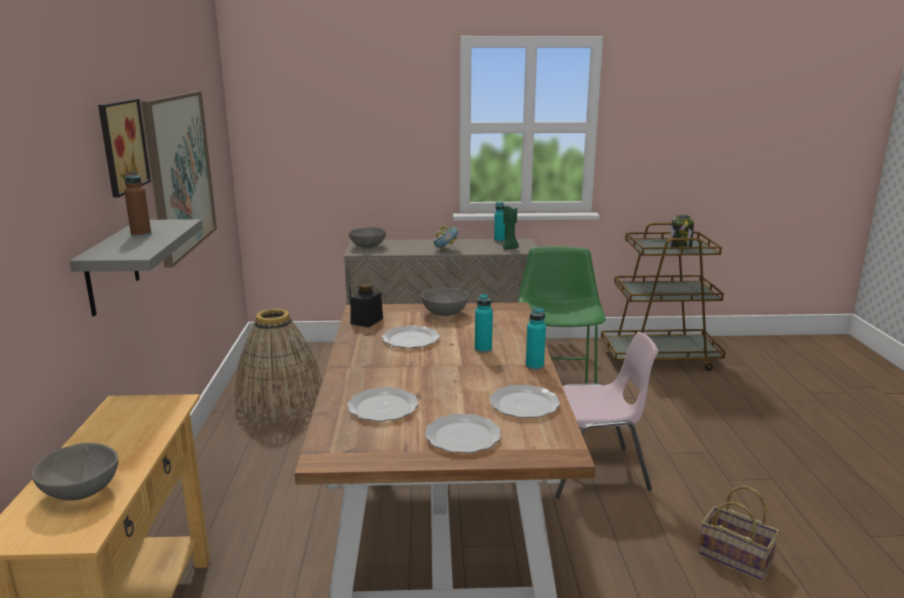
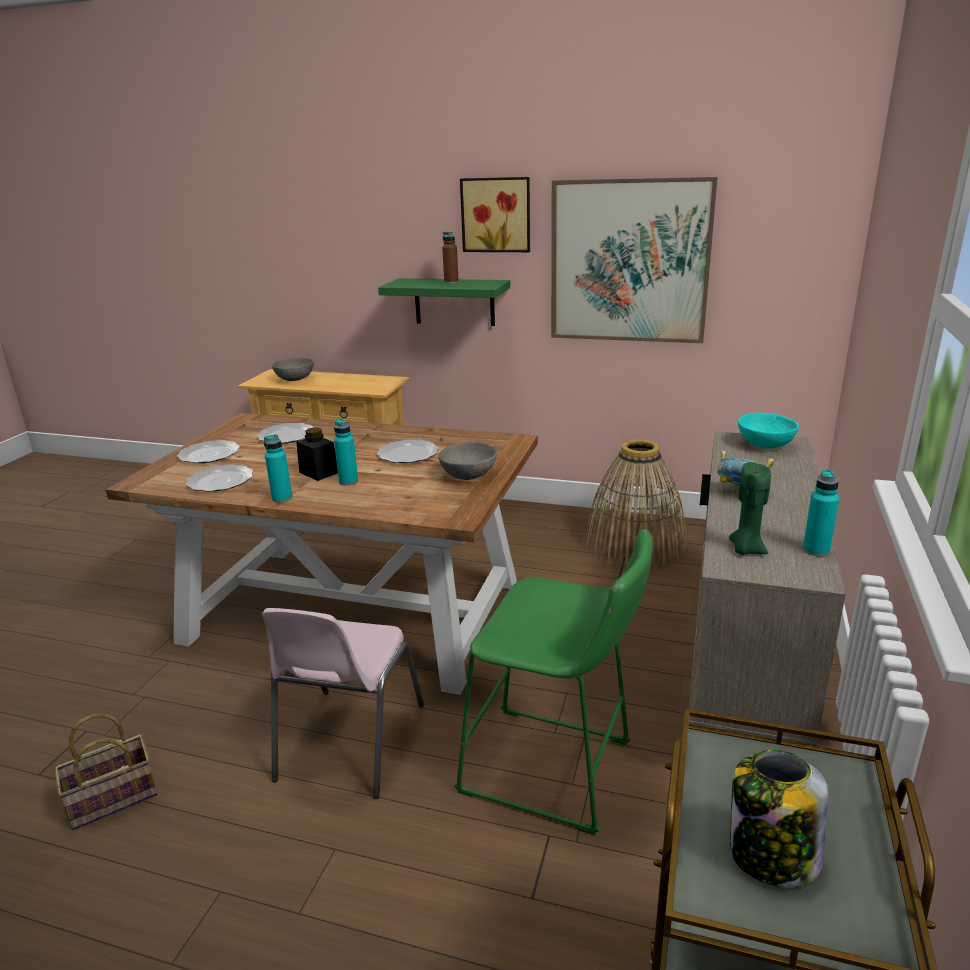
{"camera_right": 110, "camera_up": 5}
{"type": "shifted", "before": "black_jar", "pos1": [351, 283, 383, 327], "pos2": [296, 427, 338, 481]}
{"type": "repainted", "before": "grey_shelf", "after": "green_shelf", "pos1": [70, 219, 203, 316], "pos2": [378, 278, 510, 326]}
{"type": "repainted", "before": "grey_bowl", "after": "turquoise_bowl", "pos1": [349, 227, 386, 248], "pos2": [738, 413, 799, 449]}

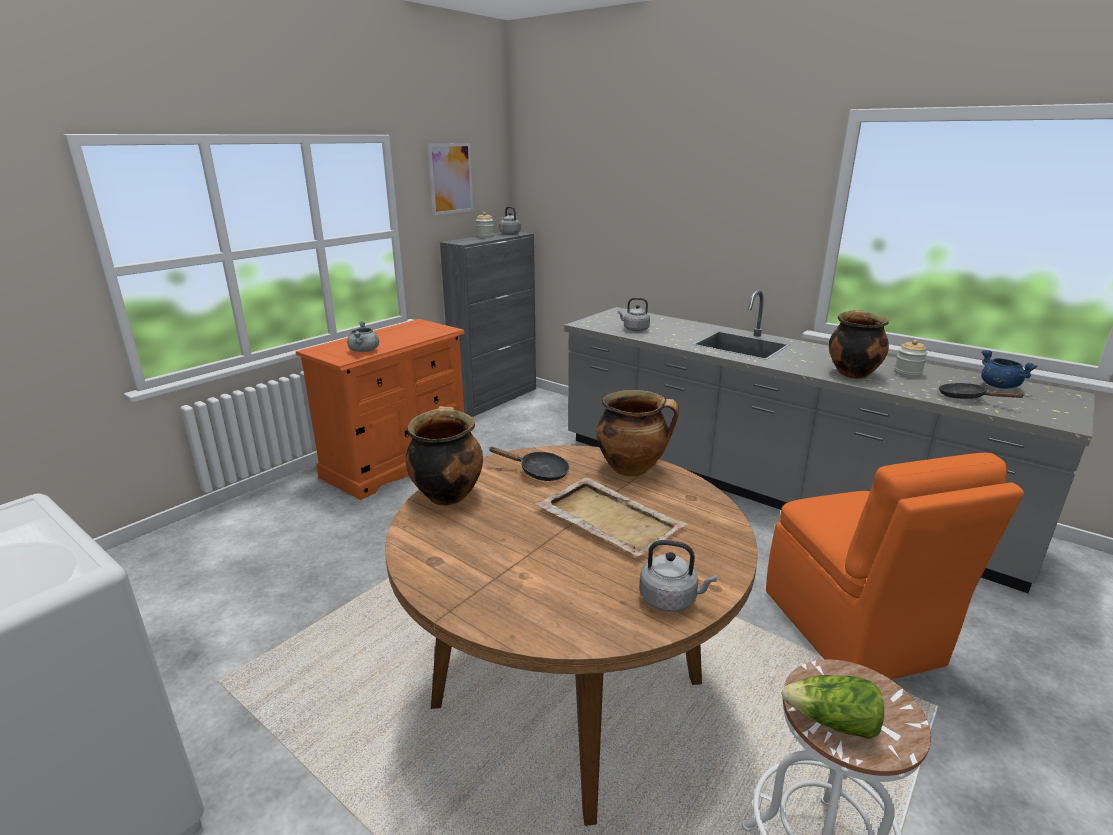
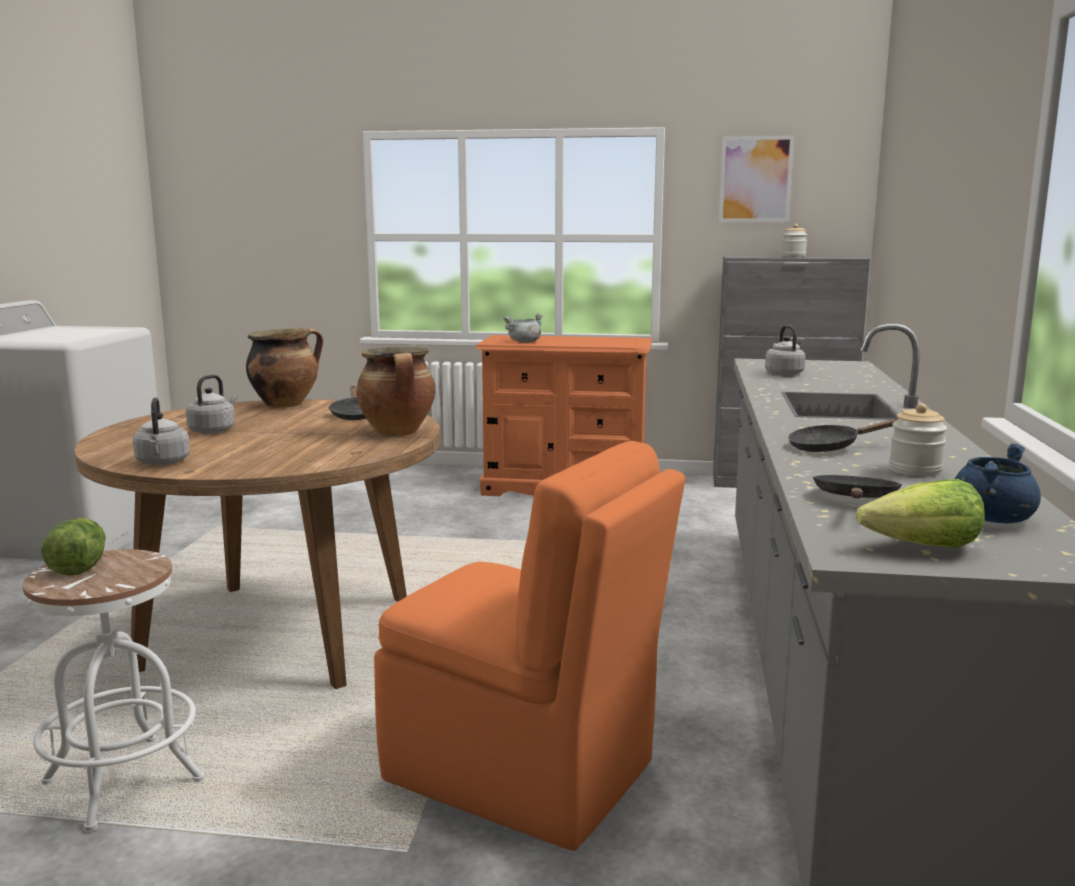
{"camera_right": 60, "camera_up": -10}
{"type": "shifted", "before": "grey_kettle", "pos1": [499, 206, 521, 235], "pos2": [186, 375, 237, 434]}
{"type": "rotated", "before": "orange_chair", "pos1": [766, 453, 1024, 679], "pos2": [374, 441, 686, 851], "turn": -105}
{"type": "swapped", "before": "cooking_pot", "after": "black_frying_pan", "pos1": [829, 310, 889, 379], "pos2": [788, 419, 898, 452]}
{"type": "new", "after": "lettuce", "pos2": [856, 479, 984, 548]}
{"type": "gone", "before": "beige_tray", "pos1": [535, 477, 687, 556]}

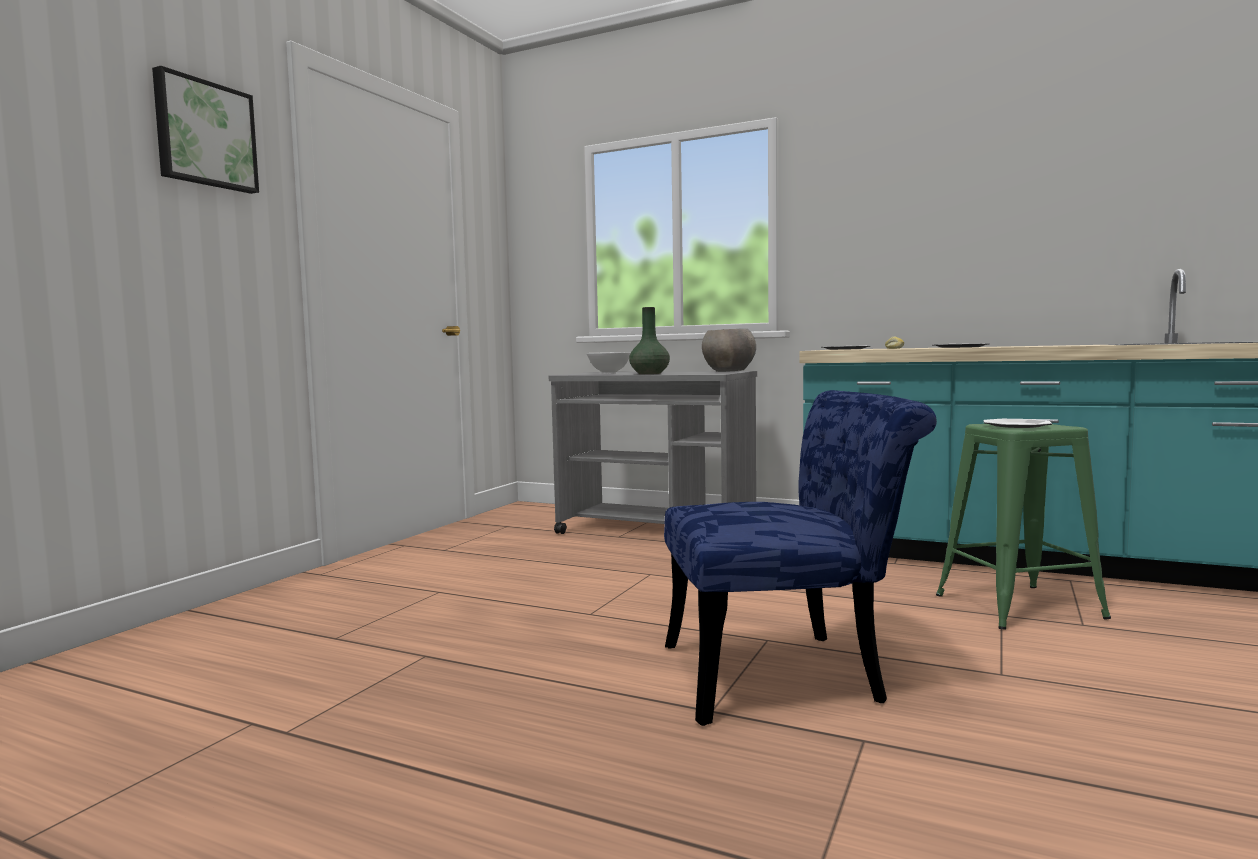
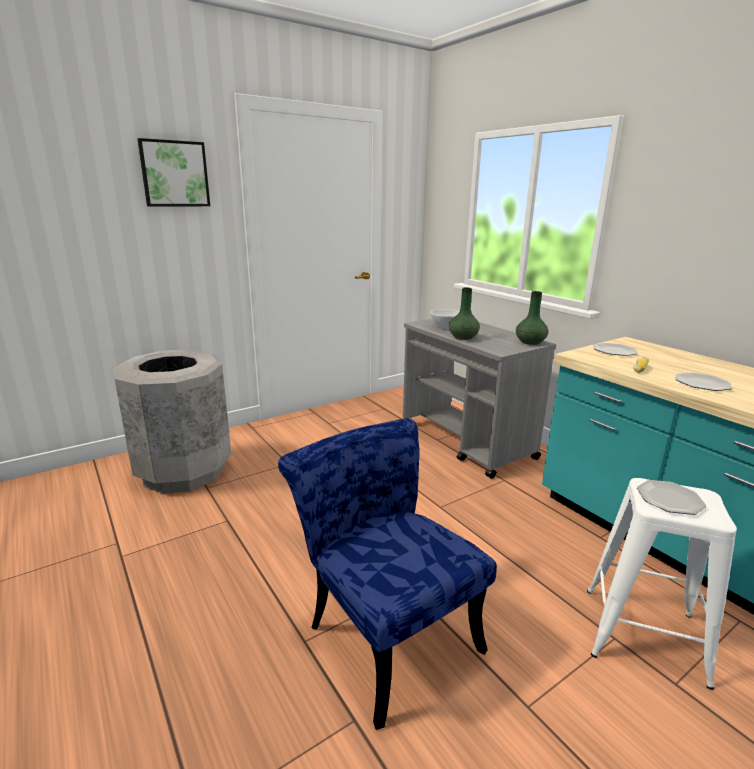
{"camera_right": 30, "camera_up": 15}
{"type": "new", "after": "grey_trash_can", "pos2": [113, 350, 231, 494]}
{"type": "rotated", "before": "blue_chair", "pos1": [664, 390, 937, 726], "pos2": [278, 419, 497, 730], "turn": -150}
{"type": "swapped", "before": "grey_bowl", "after": "green_vase", "pos1": [702, 329, 756, 372], "pos2": [516, 291, 548, 345]}
{"type": "repainted", "before": "green_stool", "after": "white_stool", "pos1": [936, 424, 1111, 630], "pos2": [587, 478, 737, 690]}

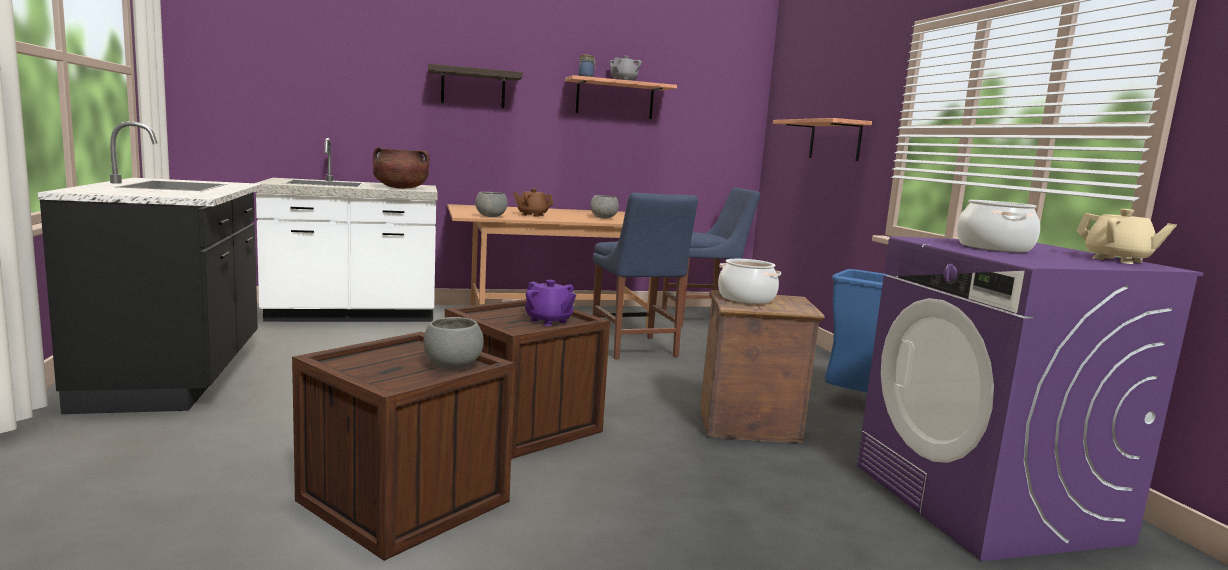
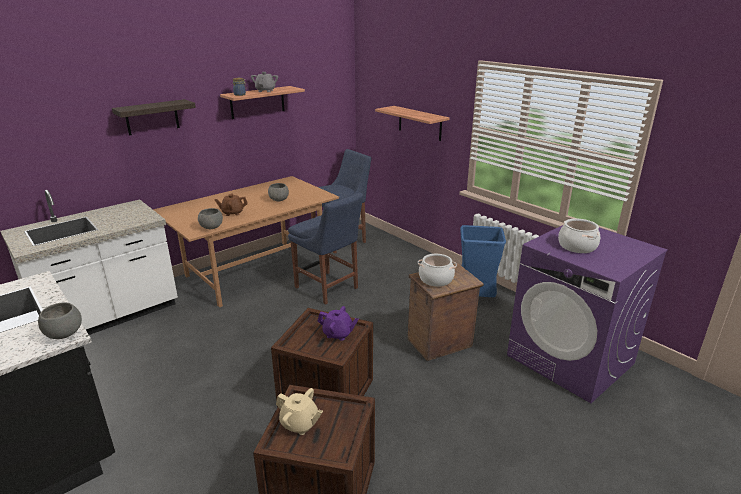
{"camera_right": -25, "camera_up": 15}
{"type": "shifted", "before": "grey_bowl", "pos1": [423, 317, 484, 369], "pos2": [38, 302, 82, 339]}
{"type": "shifted", "before": "beige_teapot", "pos1": [1076, 209, 1177, 264], "pos2": [276, 388, 323, 435]}
{"type": "gone", "before": "brown_cooking_pot", "pos1": [373, 147, 429, 189]}

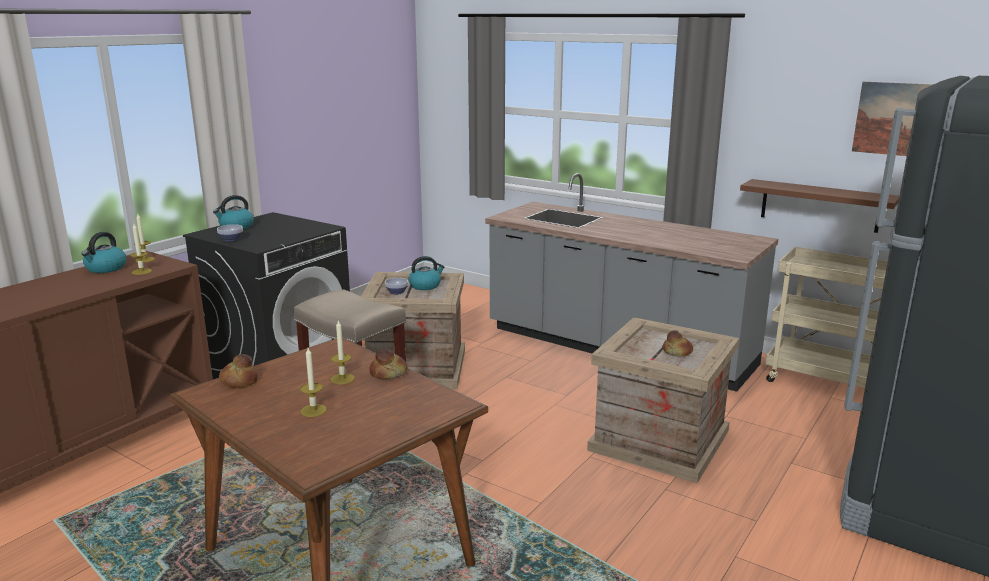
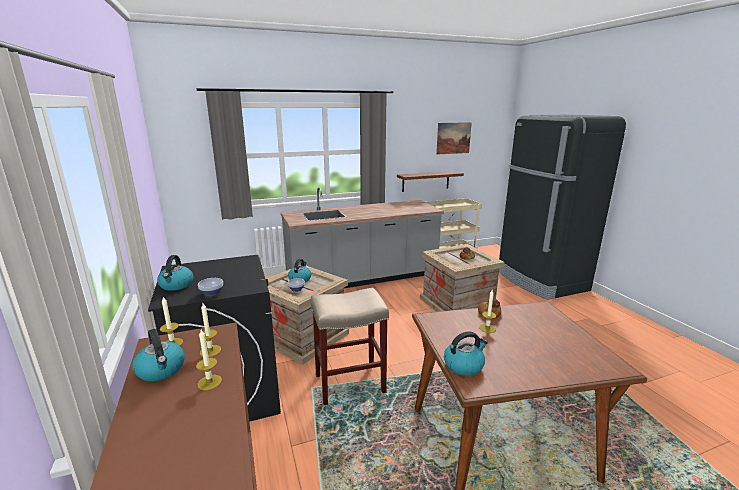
{"camera_right": -55, "camera_up": 0}
{"type": "shifted", "before": "candle", "pos1": [300, 348, 327, 417], "pos2": [196, 330, 222, 390]}
{"type": "swapped", "before": "bread", "after": "kettle", "pos1": [219, 354, 258, 388], "pos2": [444, 331, 488, 376]}

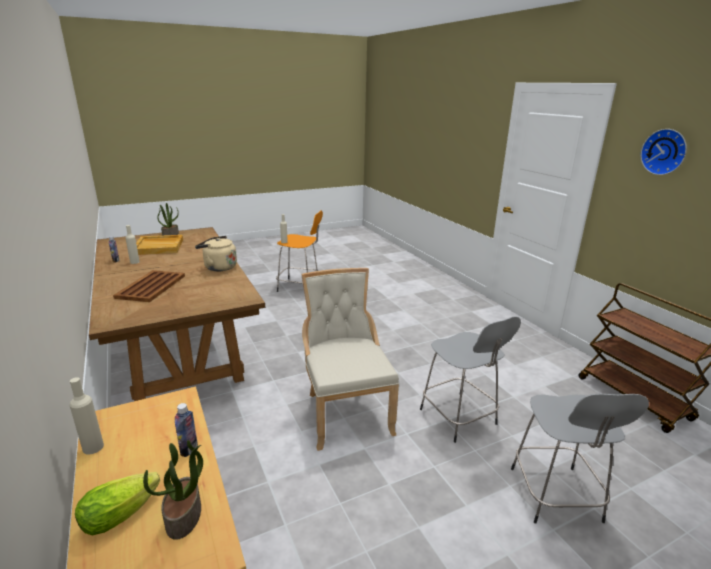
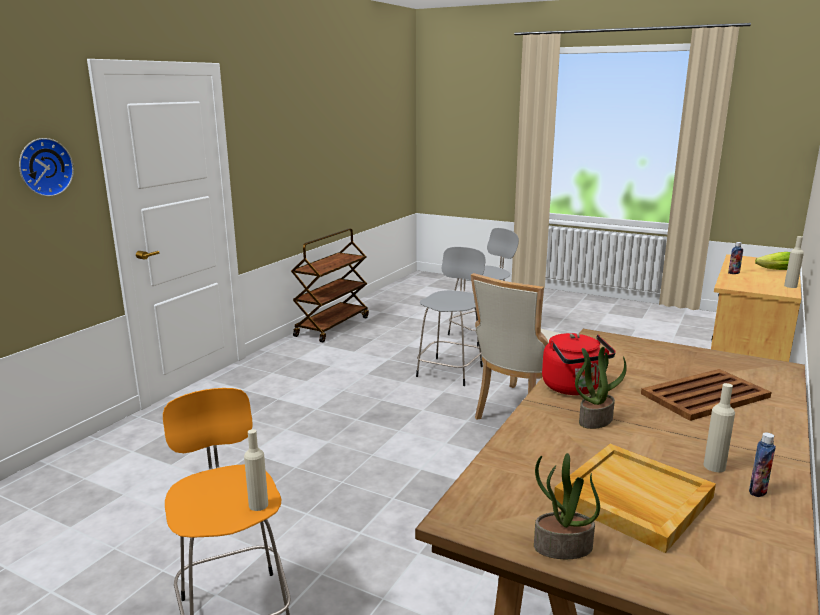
{"camera_right": -125, "camera_up": -5}
{"type": "shifted", "before": "wall_clock", "pos1": [641, 129, 687, 175], "pos2": [19, 138, 74, 197]}
{"type": "repainted", "before": "beige_kettle", "after": "red_kettle", "pos1": [195, 236, 237, 271], "pos2": [542, 333, 616, 395]}
{"type": "shifted", "before": "potted_plant", "pos1": [143, 440, 203, 540], "pos2": [575, 347, 627, 429]}

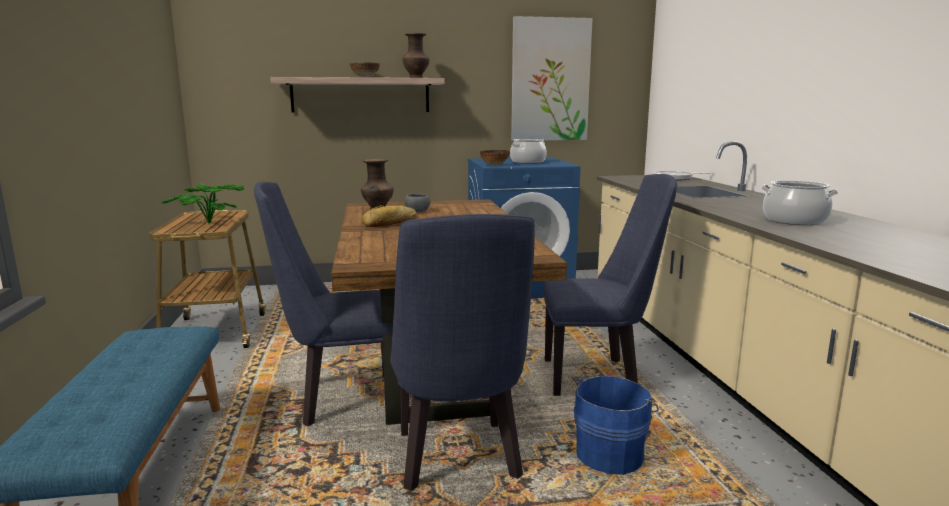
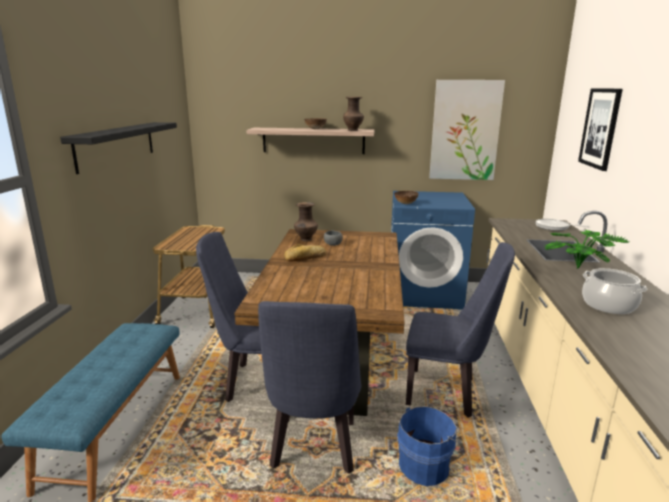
{"camera_right": 15, "camera_up": 5}
{"type": "new", "after": "black_shelf", "pos2": [60, 122, 177, 174]}
{"type": "shifted", "before": "potted_plant", "pos1": [161, 183, 244, 223], "pos2": [545, 230, 629, 268]}
{"type": "new", "after": "picture", "pos2": [578, 88, 623, 171]}
{"type": "gone", "before": "cooking_pot", "pos1": [510, 139, 547, 164]}

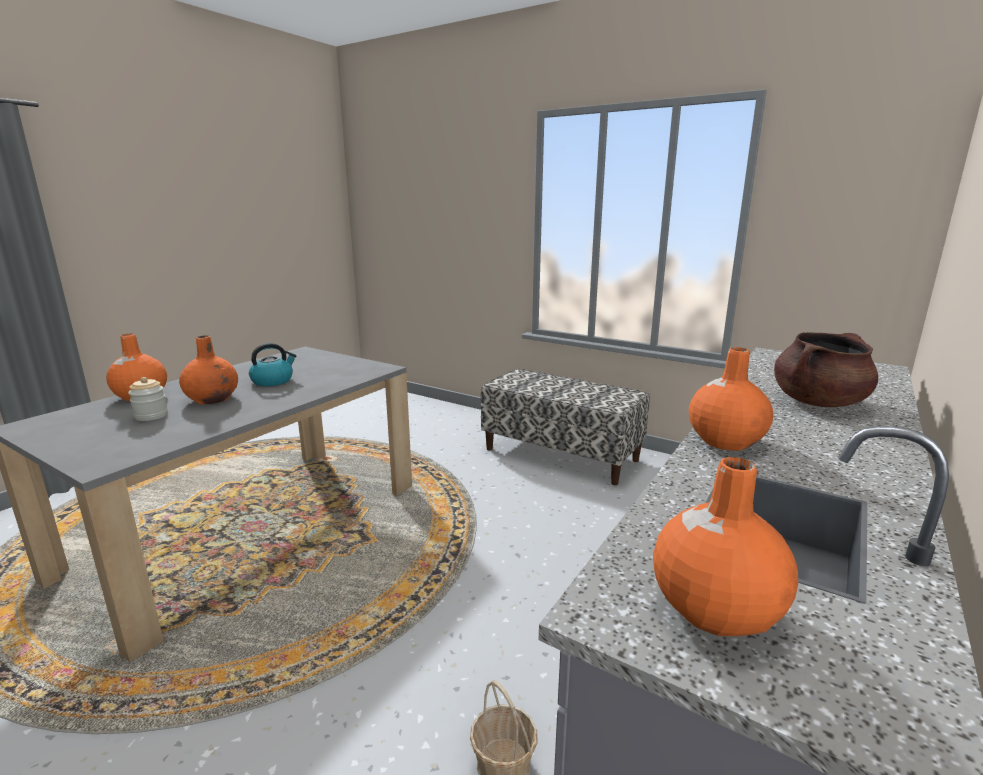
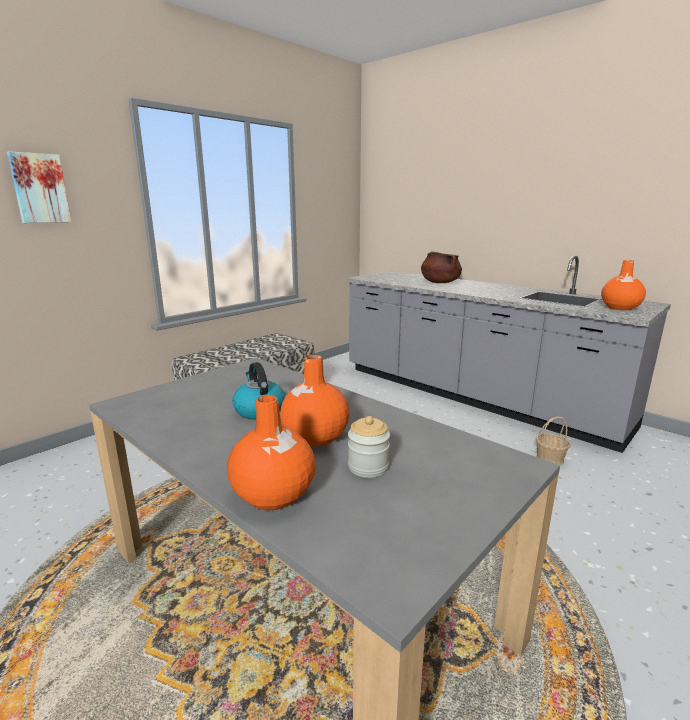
{"camera_right": -80, "camera_up": 0}
{"type": "new", "after": "picture", "pos2": [7, 151, 72, 223]}
{"type": "gone", "before": "orange_vase", "pos1": [689, 347, 773, 451]}

